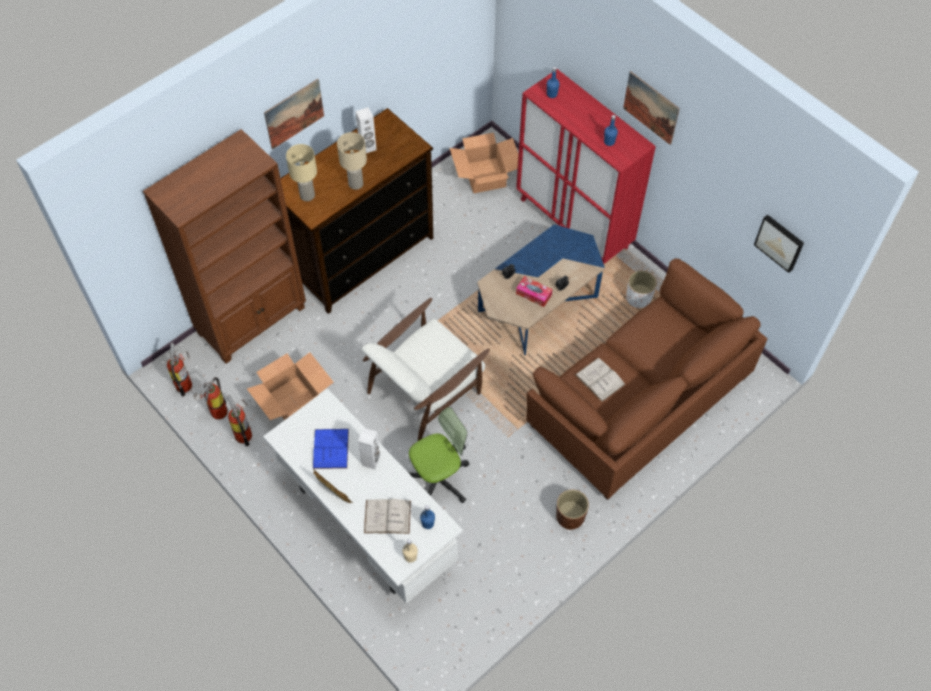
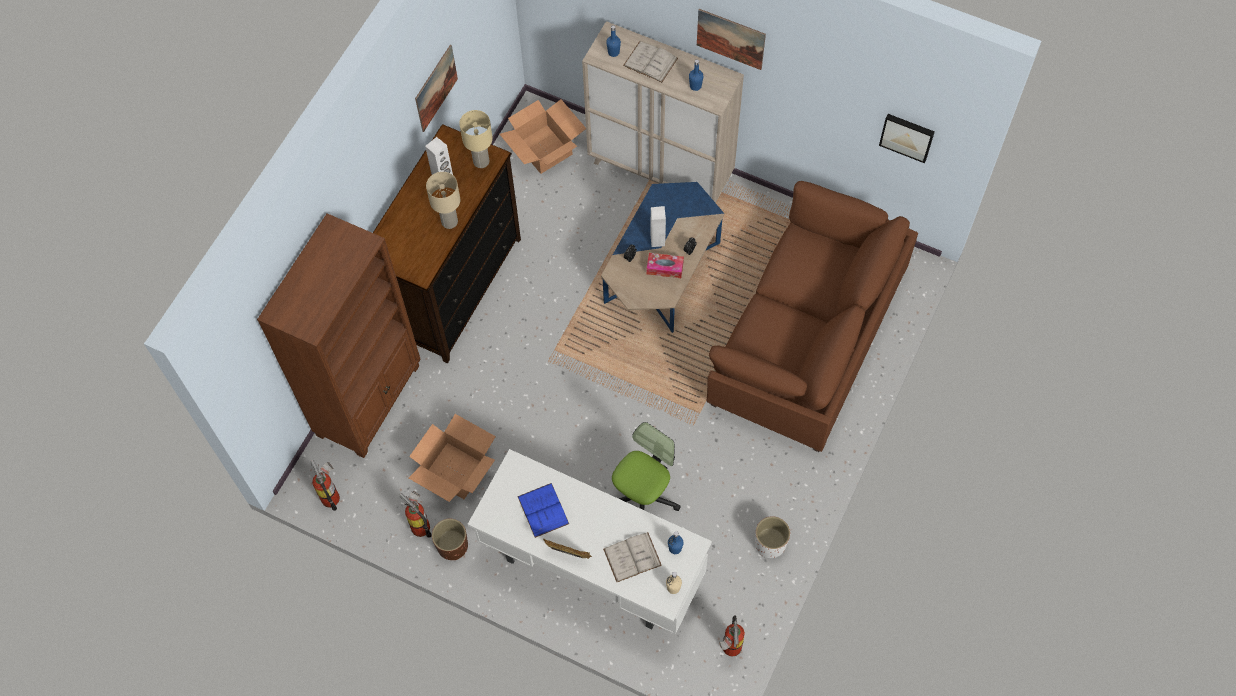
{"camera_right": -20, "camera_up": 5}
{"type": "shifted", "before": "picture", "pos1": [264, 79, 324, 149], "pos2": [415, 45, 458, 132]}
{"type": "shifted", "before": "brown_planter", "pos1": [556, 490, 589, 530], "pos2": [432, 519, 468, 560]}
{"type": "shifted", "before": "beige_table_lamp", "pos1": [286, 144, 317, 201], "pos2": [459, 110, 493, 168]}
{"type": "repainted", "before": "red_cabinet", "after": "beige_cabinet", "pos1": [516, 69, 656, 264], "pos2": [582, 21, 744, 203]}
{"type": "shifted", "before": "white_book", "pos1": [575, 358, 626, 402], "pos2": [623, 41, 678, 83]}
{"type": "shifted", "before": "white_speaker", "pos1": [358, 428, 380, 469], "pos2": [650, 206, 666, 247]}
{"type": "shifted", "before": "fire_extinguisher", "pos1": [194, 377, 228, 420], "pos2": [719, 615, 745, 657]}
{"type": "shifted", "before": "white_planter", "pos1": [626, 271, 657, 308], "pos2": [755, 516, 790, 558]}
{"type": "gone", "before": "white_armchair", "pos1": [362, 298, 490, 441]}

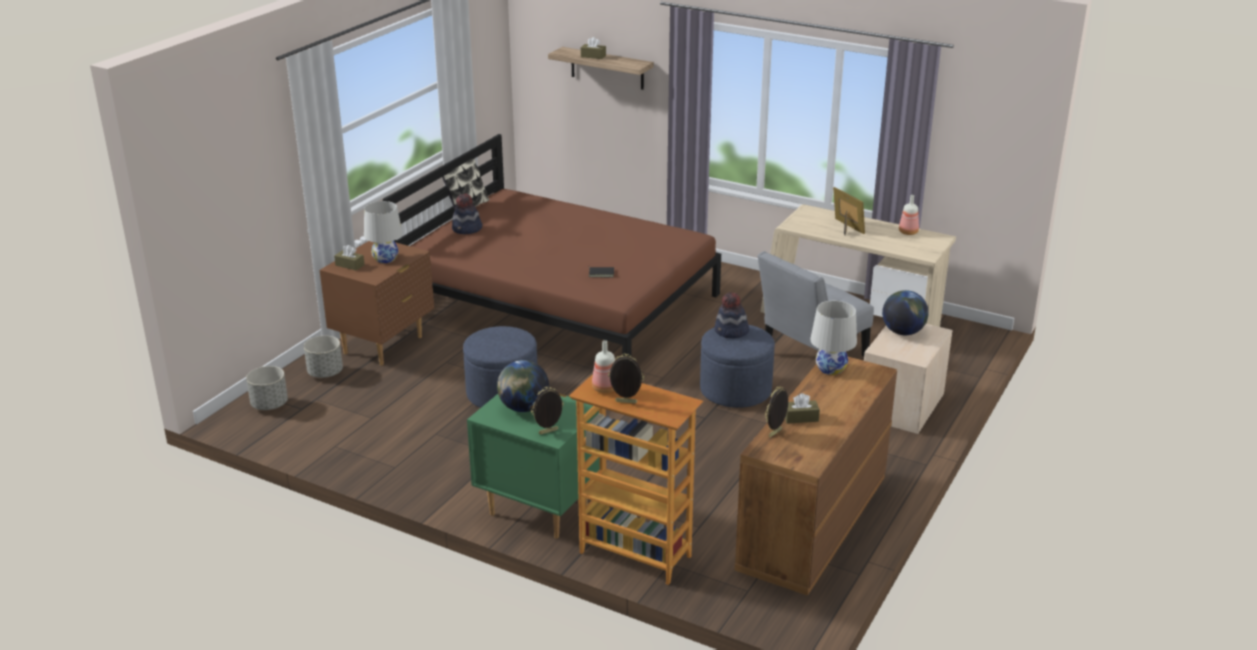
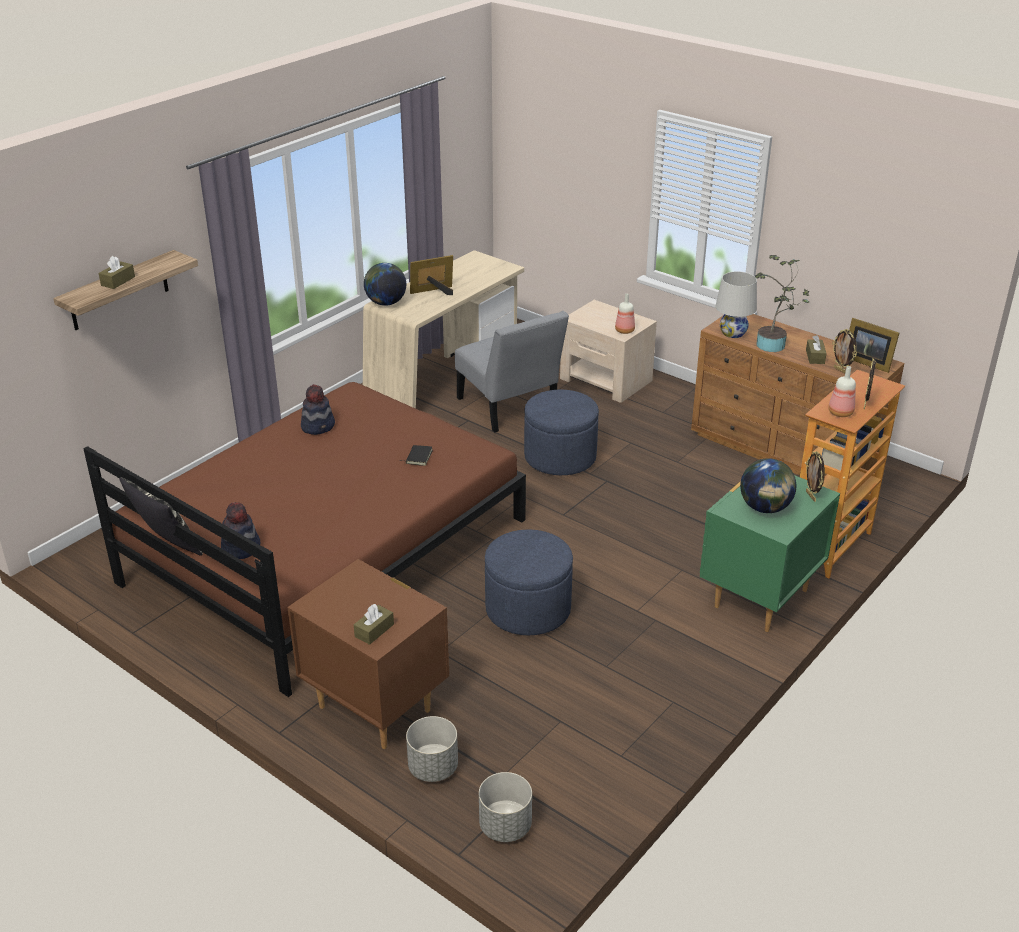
{"camera_right": -80, "camera_up": 5}
{"type": "shifted", "before": "hat", "pos1": [714, 292, 749, 338], "pos2": [301, 384, 335, 435]}
{"type": "shifted", "before": "globe", "pos1": [882, 290, 929, 335], "pos2": [364, 263, 406, 306]}
{"type": "shifted", "before": "bottle", "pos1": [899, 195, 919, 235], "pos2": [615, 293, 635, 334]}
{"type": "new", "after": "potted_plant", "pos2": [755, 255, 810, 352]}
{"type": "new", "after": "picture_frame", "pos2": [849, 318, 899, 373]}
{"type": "gone", "before": "white_table_lamp", "pos1": [364, 201, 403, 263]}

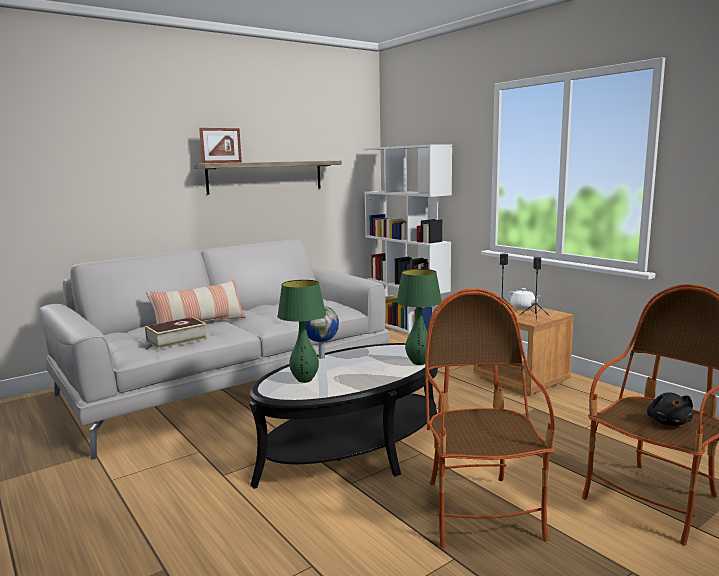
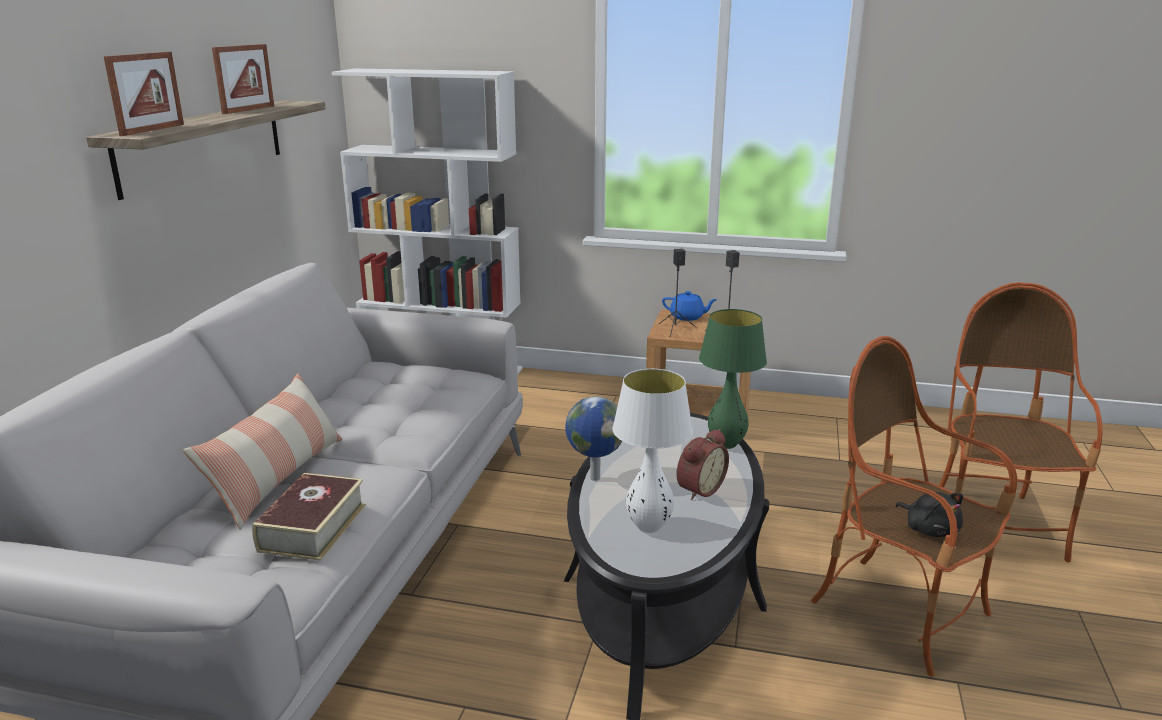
{"camera_right": -40, "camera_up": 10}
{"type": "new", "after": "picture_frame", "pos2": [212, 44, 274, 114]}
{"type": "repainted", "before": "green_table_lamp", "after": "white_table_lamp", "pos1": [277, 280, 326, 383], "pos2": [612, 369, 693, 533]}
{"type": "repainted", "before": "white_teapot", "after": "blue_teapot", "pos1": [509, 288, 540, 309], "pos2": [662, 291, 717, 321]}
{"type": "new", "after": "alarm_clock", "pos2": [676, 429, 729, 500]}
{"type": "shifted", "before": "black_plush_toy", "pos1": [647, 392, 693, 426], "pos2": [895, 492, 963, 537]}

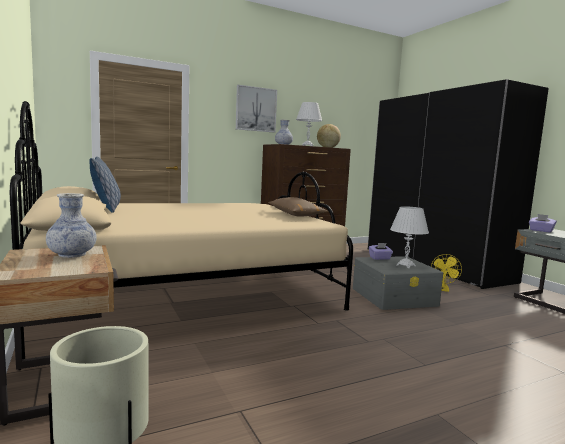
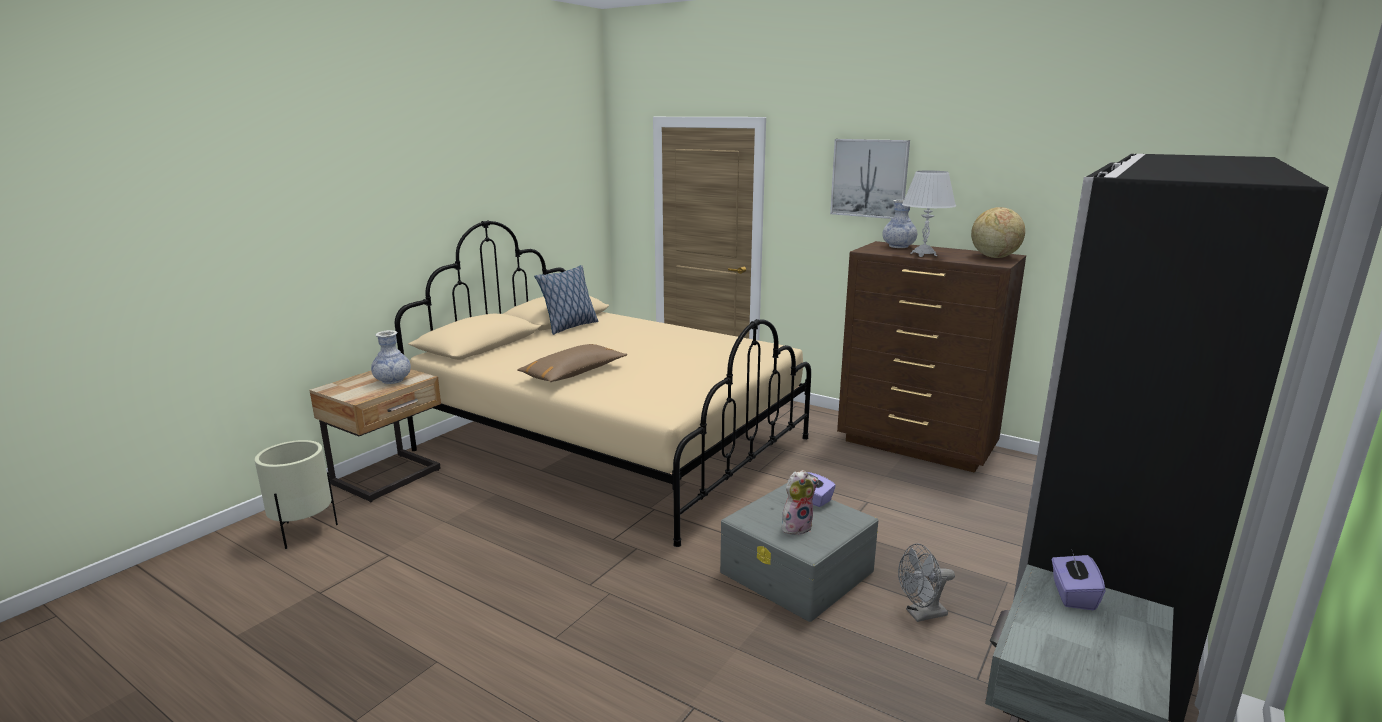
{"camera_right": 60, "camera_up": 10}
{"type": "shifted", "before": "brown_pillow", "pos1": [268, 197, 328, 217], "pos2": [517, 344, 627, 382]}
{"type": "swapped", "before": "white_table_lamp", "after": "plush_toy", "pos1": [390, 206, 429, 268], "pos2": [782, 470, 818, 535]}
{"type": "repainted", "before": "yellow_fan", "after": "grey_fan", "pos1": [431, 254, 462, 292], "pos2": [898, 543, 955, 622]}

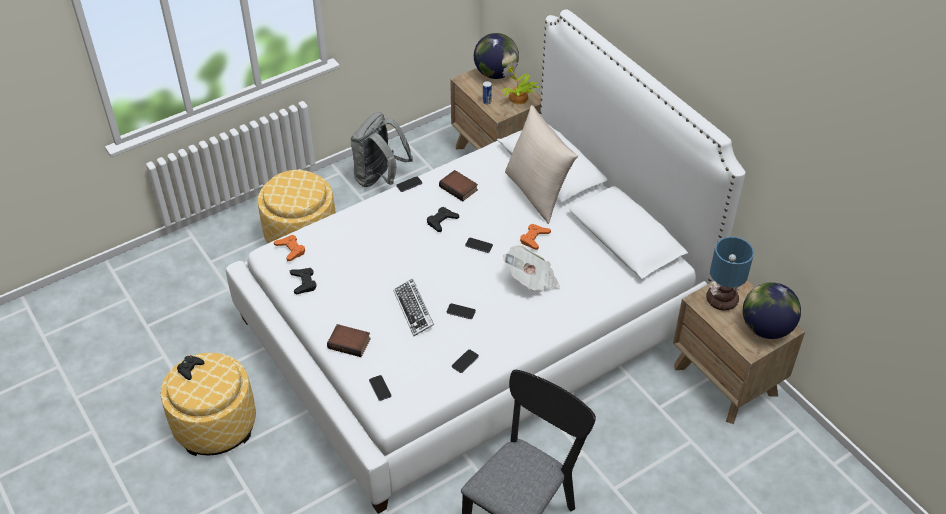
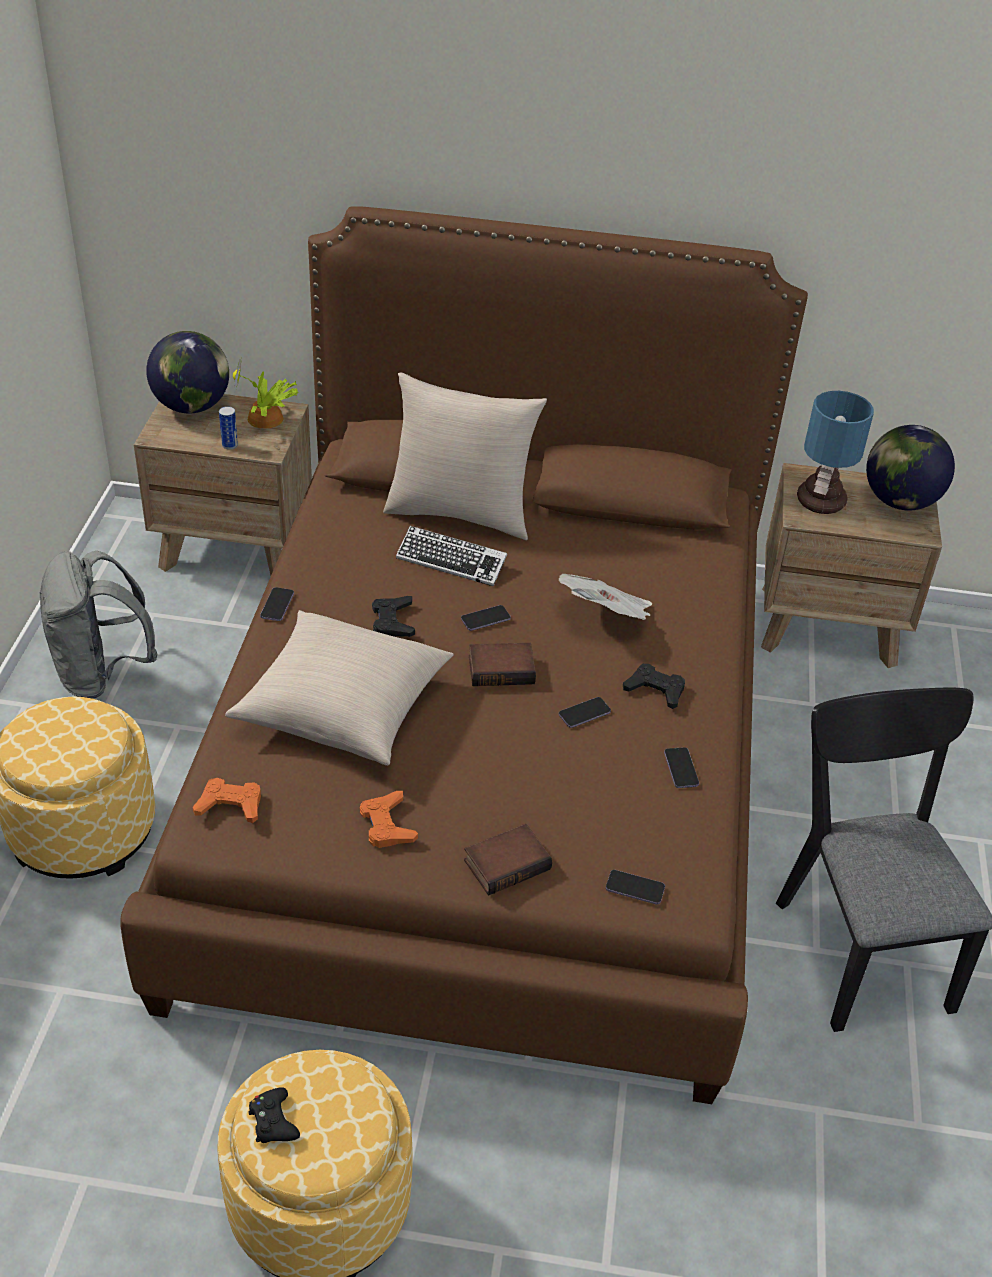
{"camera_right": -50, "camera_up": -5}
{"type": "repainted", "before": "white_bed", "after": "brown_bed", "pos1": [226, 9, 745, 514], "pos2": [121, 206, 808, 1104]}
{"type": "new", "after": "beige_pillow", "pos2": [225, 610, 454, 766]}
{"type": "shifted", "before": "orange_game_controller", "pos1": [520, 224, 551, 250], "pos2": [360, 791, 418, 848]}
{"type": "shifted", "before": "keyboard", "pos1": [393, 279, 434, 336], "pos2": [396, 526, 507, 586]}
{"type": "shifted", "before": "book", "pos1": [439, 170, 478, 201], "pos2": [469, 643, 536, 686]}
{"type": "shifted", "before": "black_game_controller", "pos1": [289, 268, 317, 294], "pos2": [623, 664, 685, 709]}

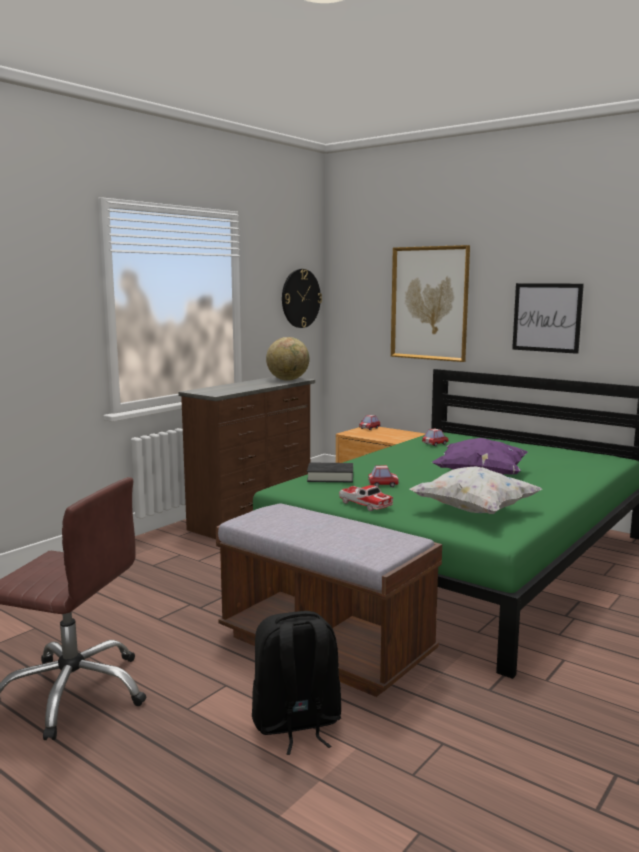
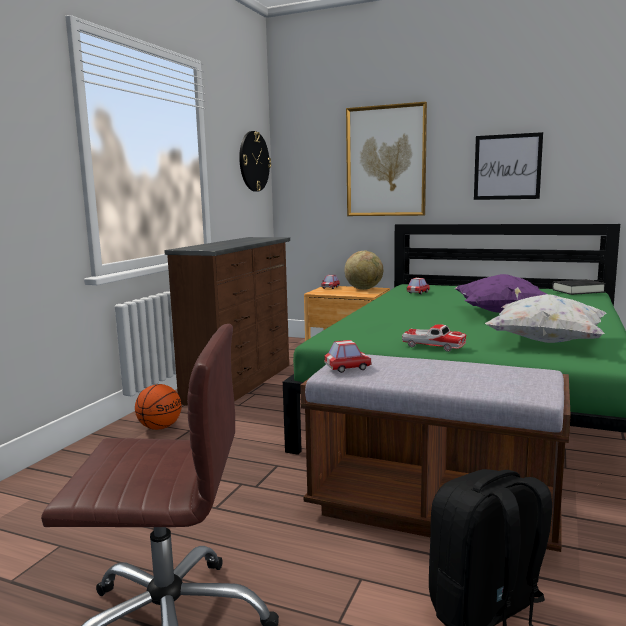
{"camera_right": -15, "camera_up": 0}
{"type": "new", "after": "basketball", "pos2": [135, 384, 182, 430]}
{"type": "shifted", "before": "toy_car", "pos1": [368, 465, 399, 487], "pos2": [324, 340, 372, 373]}
{"type": "shifted", "before": "globe", "pos1": [266, 337, 310, 381], "pos2": [344, 251, 383, 290]}
{"type": "shifted", "before": "black_book", "pos1": [307, 462, 353, 482], "pos2": [552, 279, 606, 295]}

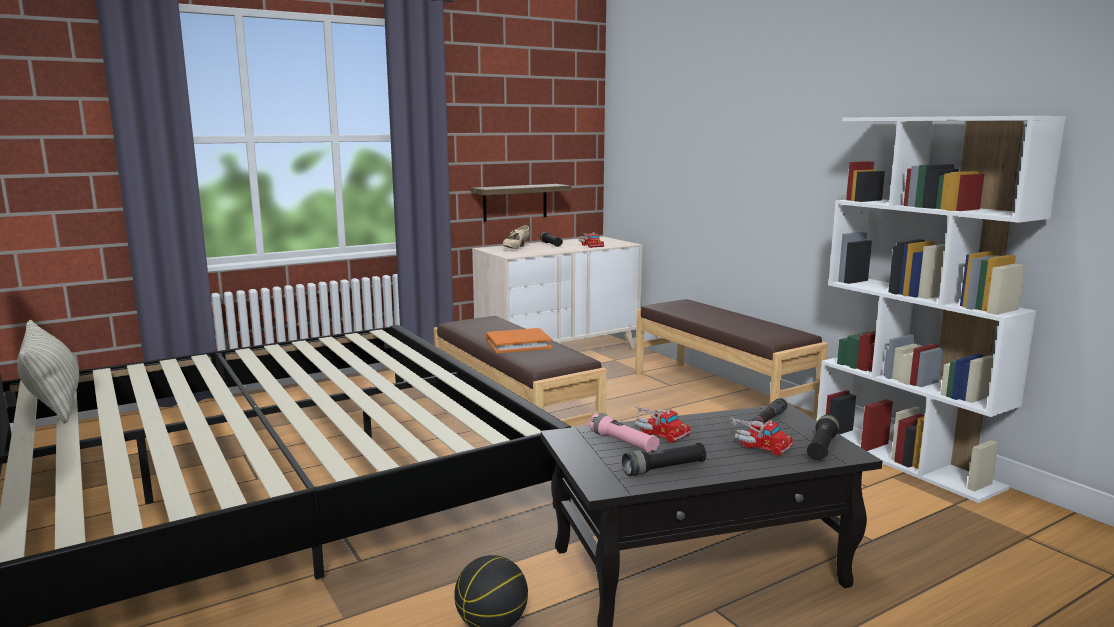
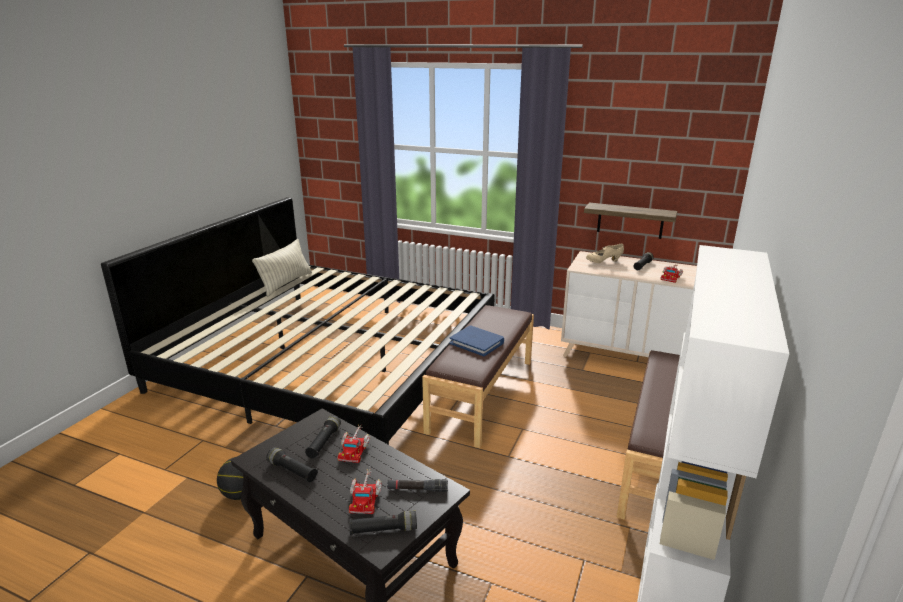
{"camera_right": 55, "camera_up": 10}
{"type": "repainted", "before": "pink_flashlight", "after": "black_flashlight", "pos1": [589, 413, 659, 452], "pos2": [305, 415, 341, 458]}
{"type": "repainted", "before": "orange_book", "after": "blue_book", "pos1": [486, 328, 552, 353], "pos2": [449, 325, 504, 357]}

